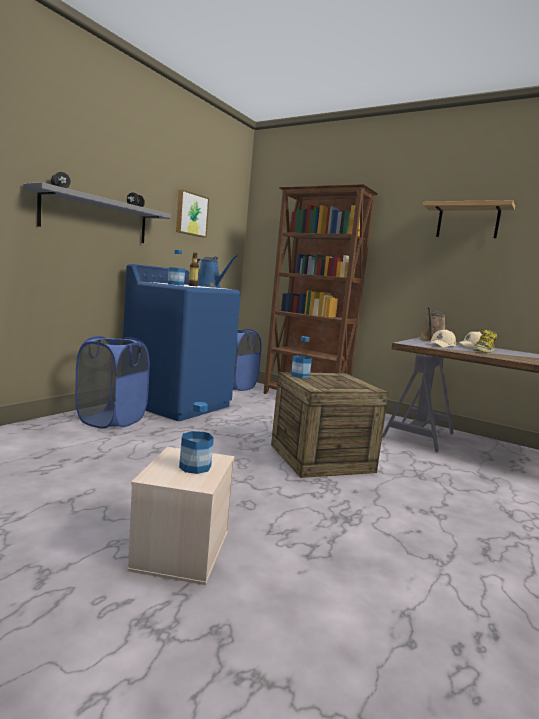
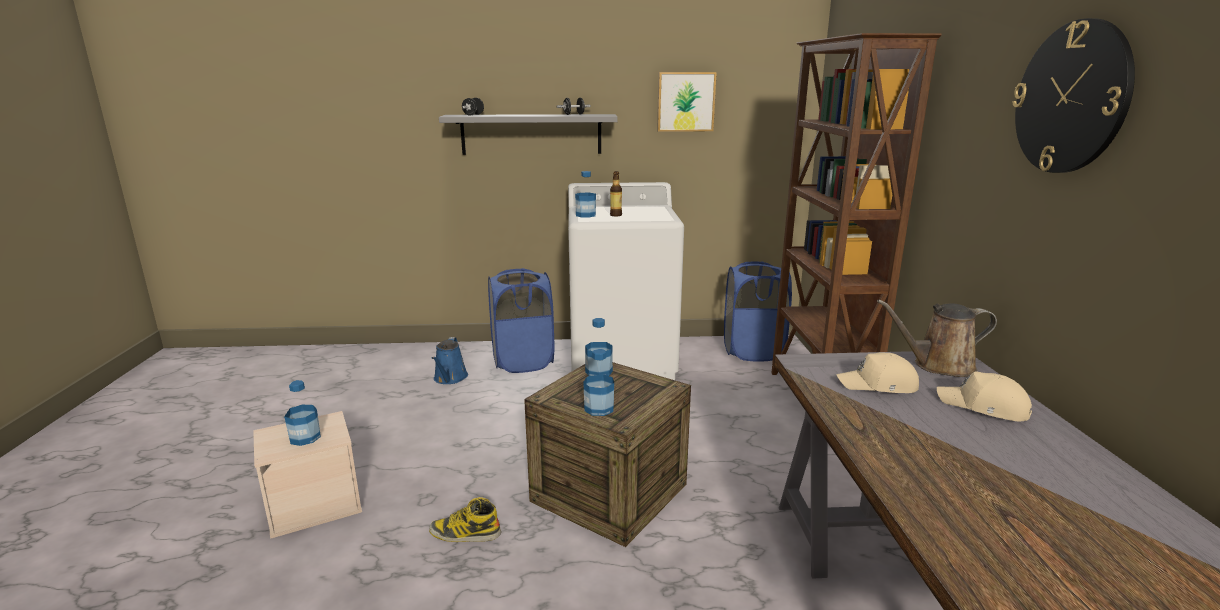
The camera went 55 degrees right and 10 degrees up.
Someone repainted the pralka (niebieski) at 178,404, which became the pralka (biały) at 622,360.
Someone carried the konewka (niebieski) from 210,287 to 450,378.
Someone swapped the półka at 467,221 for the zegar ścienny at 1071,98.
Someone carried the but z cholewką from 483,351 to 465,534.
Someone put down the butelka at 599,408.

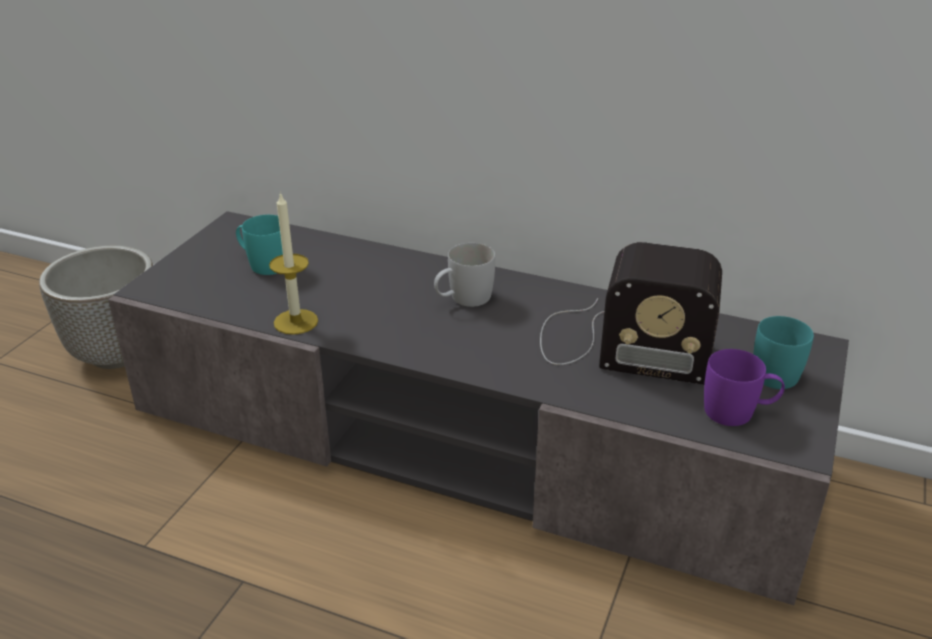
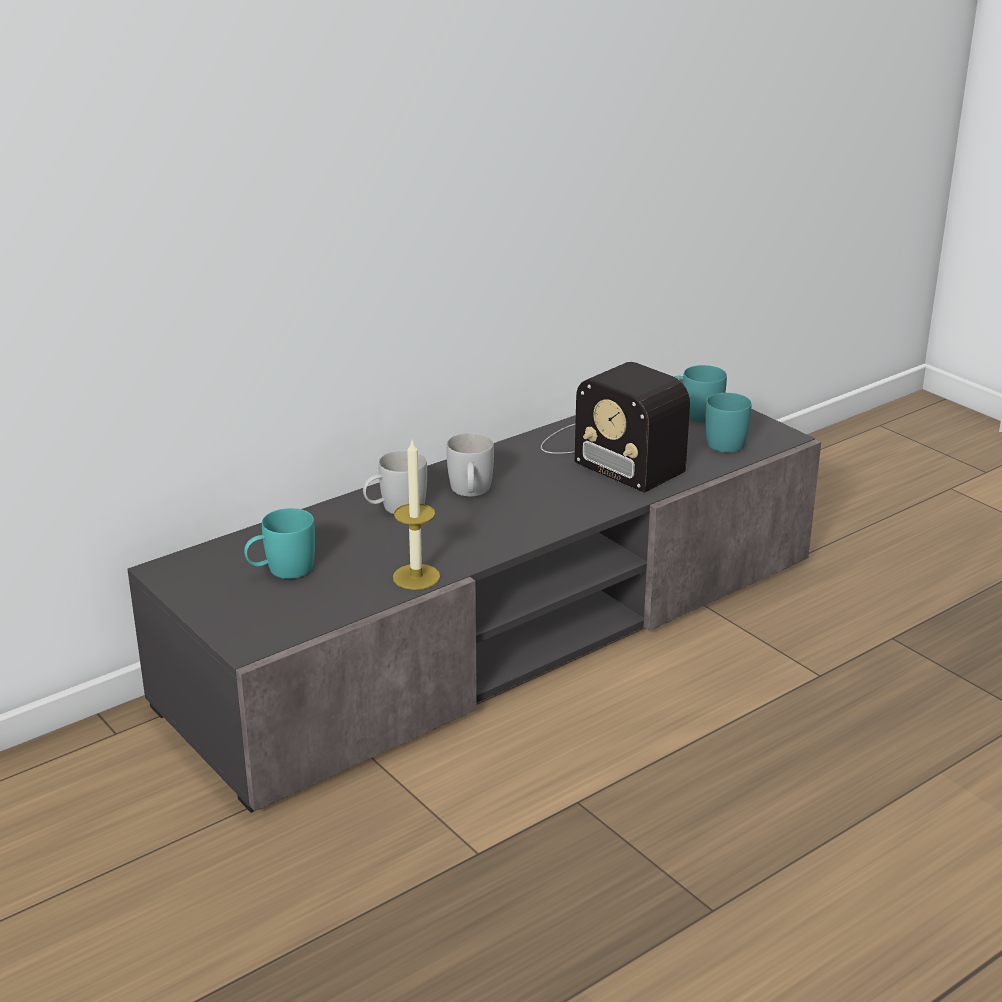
The camera went 60 degrees left and 5 degrees down.
Someone took away the donica at 117,354.
Someone rotated the radio at 617,346 by 90 degrees clockwise.
Someone repainted the kubek (fioletowy) at 738,412, which became the kubek (turkusowy) at 729,441.
Someone put down the kubek (biały) at 395,508.

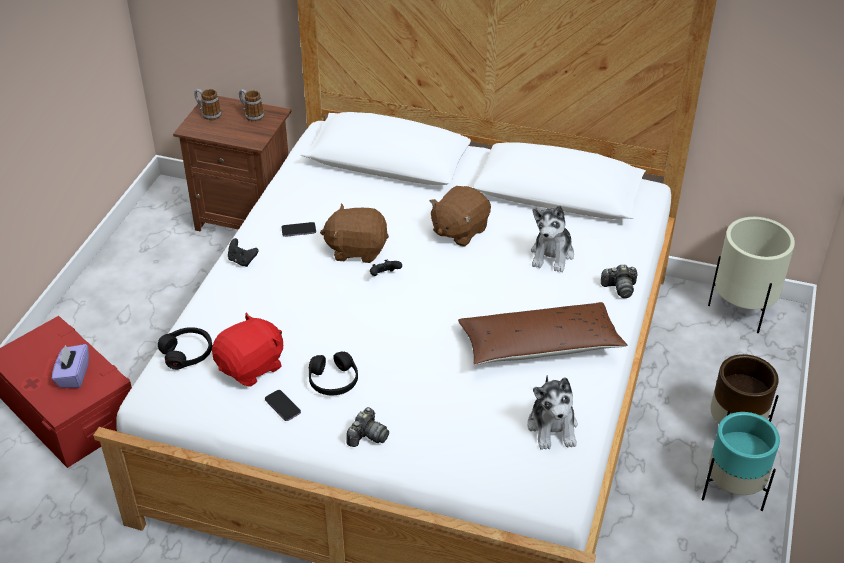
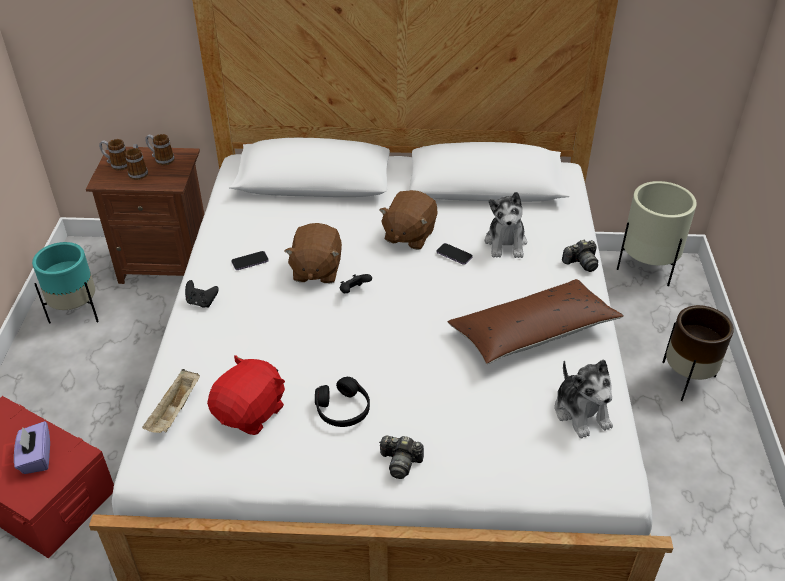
The camera went 15 degrees left and 0 degrees up.
Someone swapped the słuchawki (czarny) at 187,353 for the taca (beżowy) at 175,411.
Someone carried the telefon from 282,406 to 454,255.
Someone rotated the pluszak (brązowy) at 356,249 by 75 degrees counterclockwise.
Someone rotated the aparat fotograficzny at 367,436 by 90 degrees clockwise.
Someone carried the donica (turkusowy) from 733,491 to 77,312.
Someone put down the kubek at 139,172.

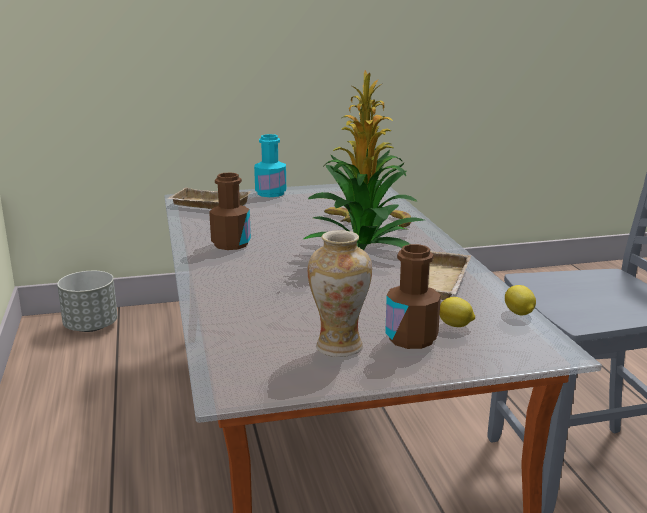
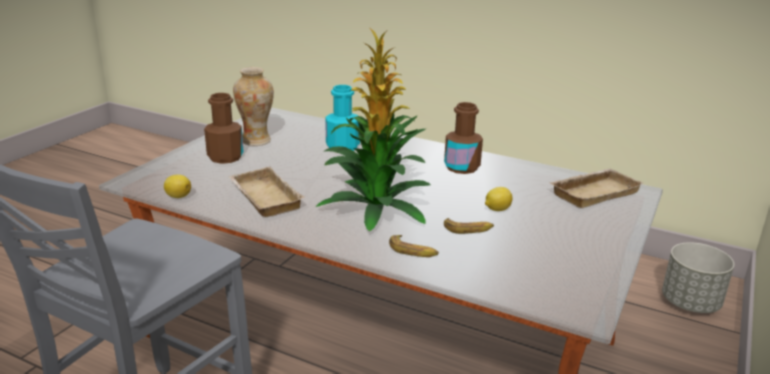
The camera went 130 degrees right and 5 degrees up.
Someone carried the butelka (turkusowy) from 270,193 to 342,146.
Someone carried the cytryna from 456,325 to 497,209.

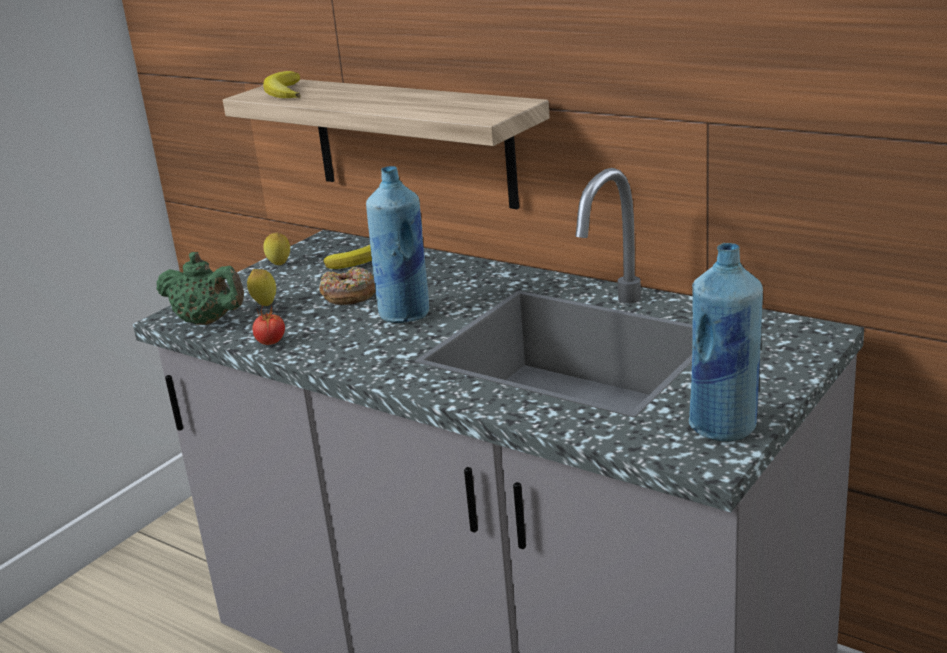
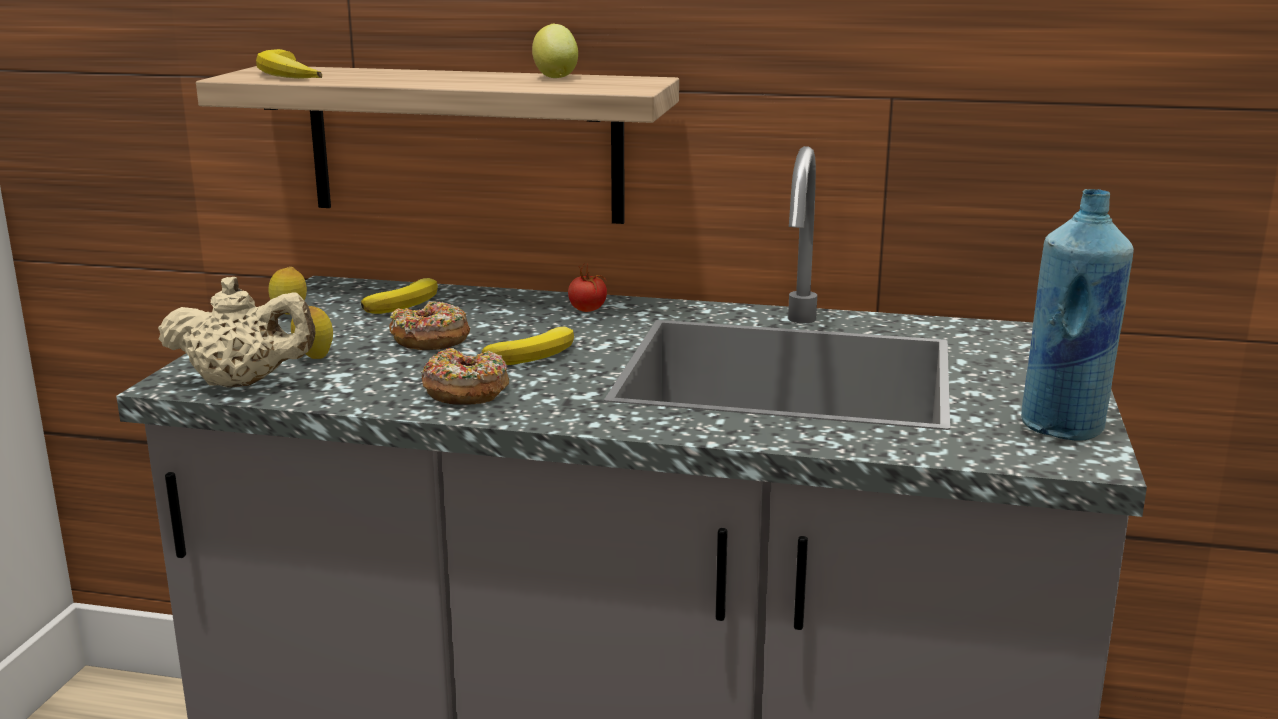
The camera went 25 degrees left and 5 degrees down.
Someone repainted the imbryk (zielony) at 208,322, which became the imbryk (beżowy) at 243,383.
Someone carried the pomidor from 271,342 to 587,310.
Someone swapped the butelka (niebieski) at 405,315 for the banan at 535,354.
Someone put down the donut at 465,391.
Someone put down the cytryna at 555,77.

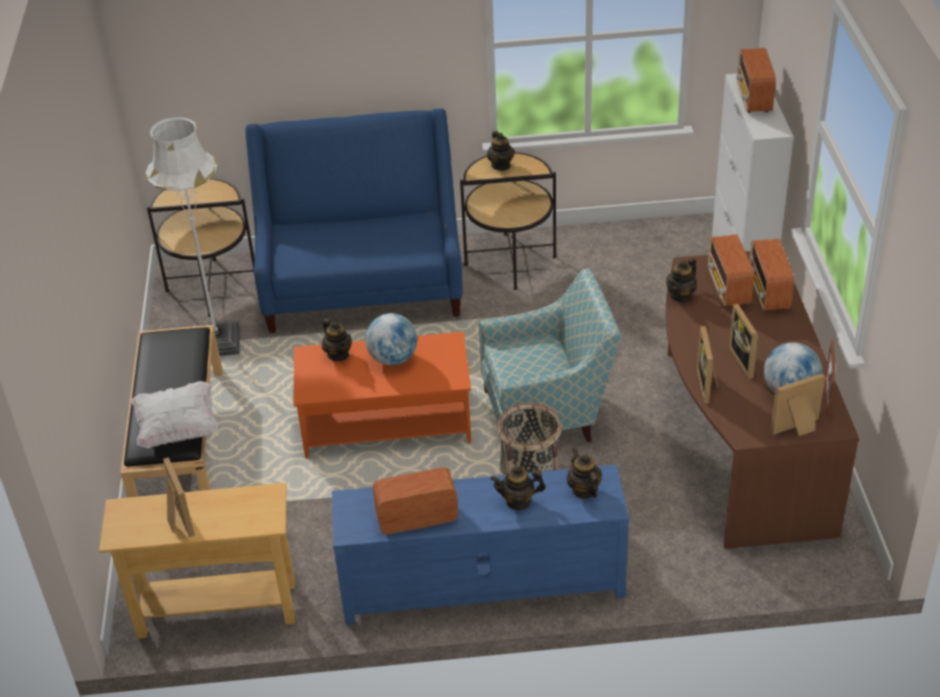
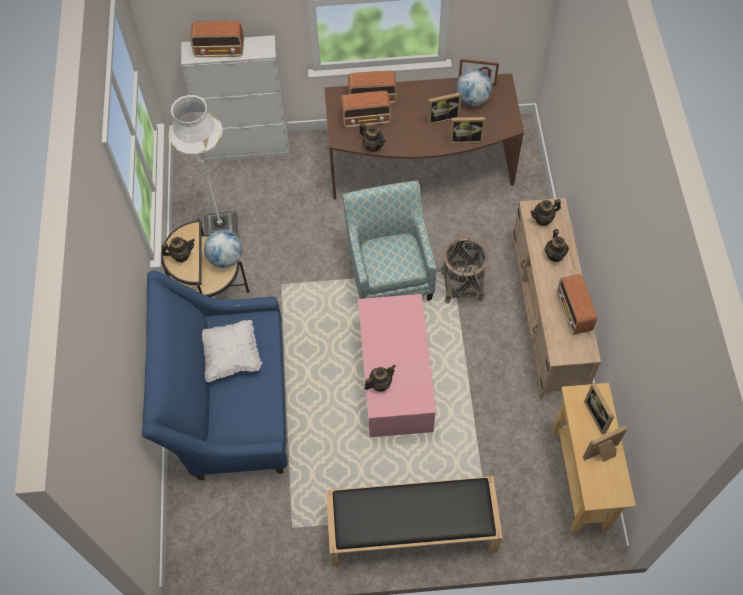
The camera went 90 degrees left and 20 degrees up.
Someone carried the poduszka (biały) from 178,428 to 230,356.
Someone carried the lampa stojąca (biały) from 217,342 to 221,228.
Someone took away the stolik at 212,287.
Someone repainted the ława (pomarańczowy) at 387,422, which became the ława (różowy) at 395,377.
Someone repainted the szafka pod telewizor (niebieski) at 481,583, which became the szafka pod telewizor (beżowy) at 547,315.
Someone carried the globus from 393,358 to 226,258.
Someone carried the ramka na zdjęcie from 797,429 to 598,415.

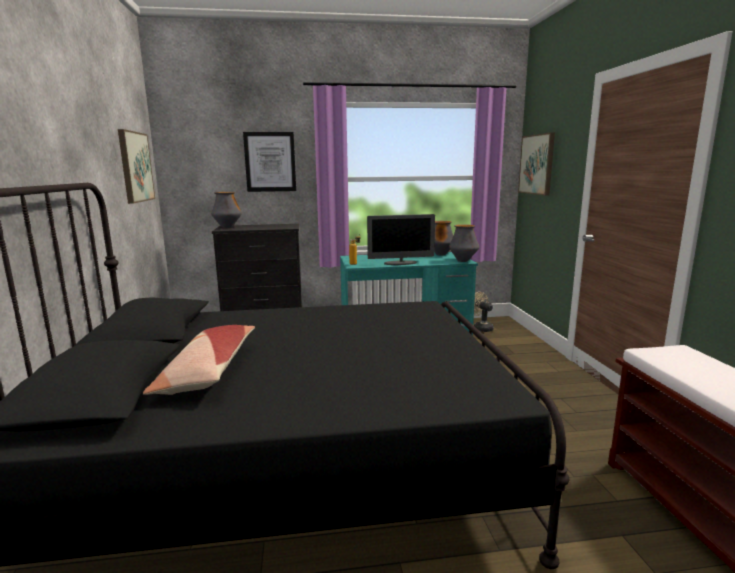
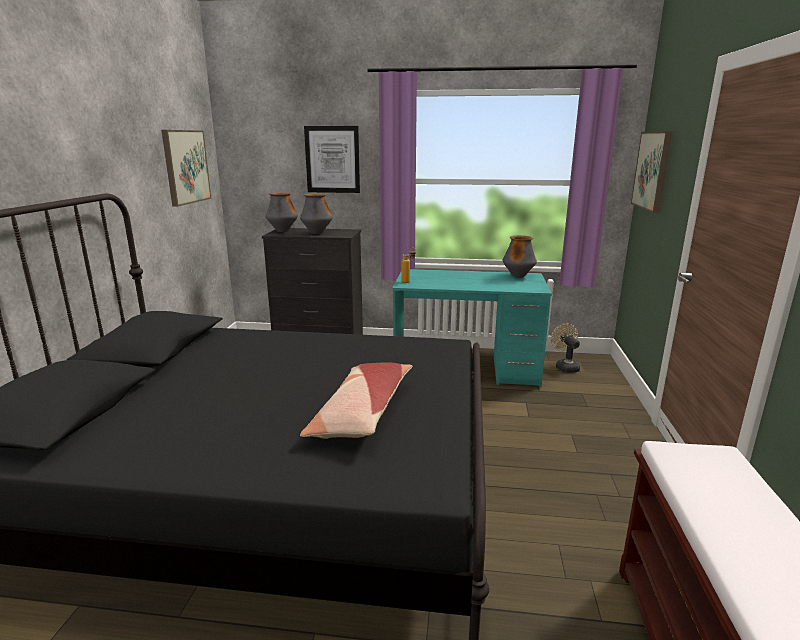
The camera went 15 degrees right and 5 degrees up.
Someone carried the poduszka from 207,371 to 362,412.
Someone took away the monitor at 400,263.
Someone carried the wazon from 463,261 to 317,233.

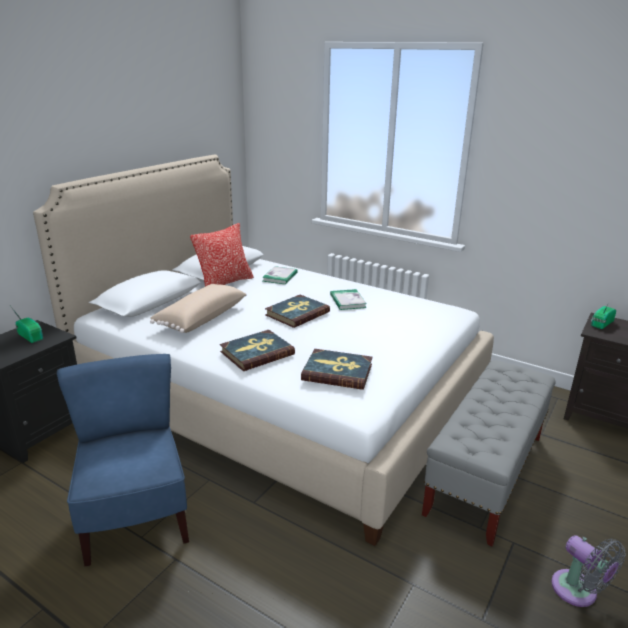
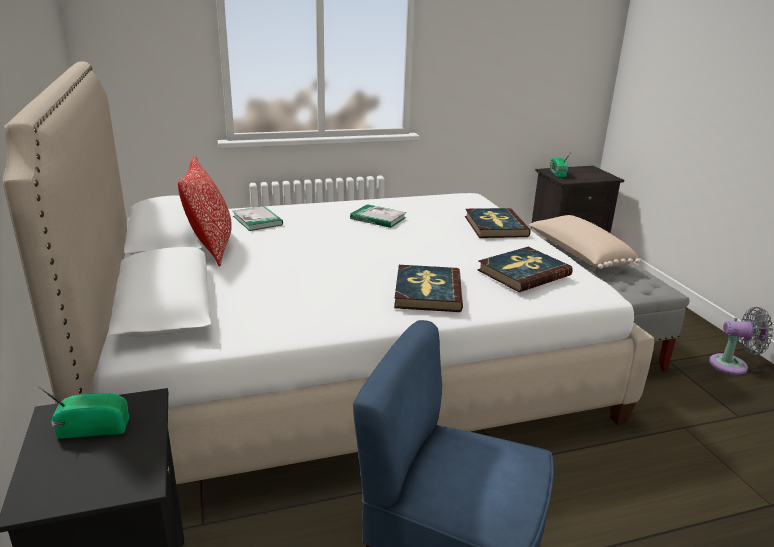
The camera went 50 degrees left and 0 degrees up.
Someone carried the poduszka (beżowy) from 200,318 to 578,255.
Someone carried the książka from 297,313 to 495,226.

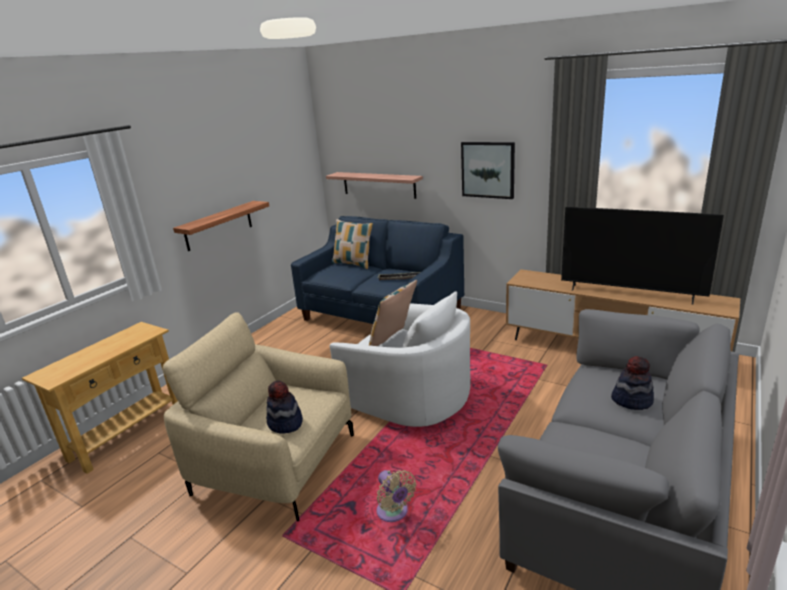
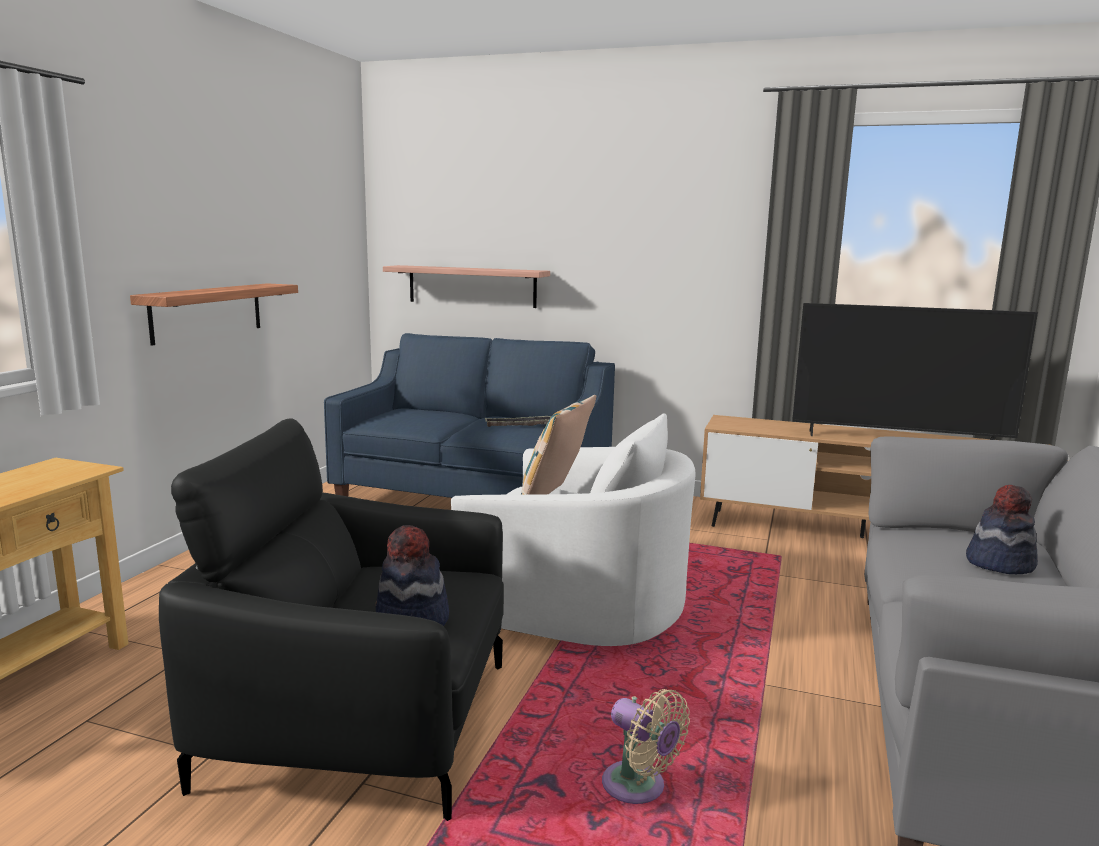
The camera went 15 degrees left and 10 degrees down.
Someone repainted the fotel (beżowy) at 277,463, which became the fotel (czarny) at 364,722.
Someone took away the poduszka at 353,264.
Someone took away the obraz at 488,169.

